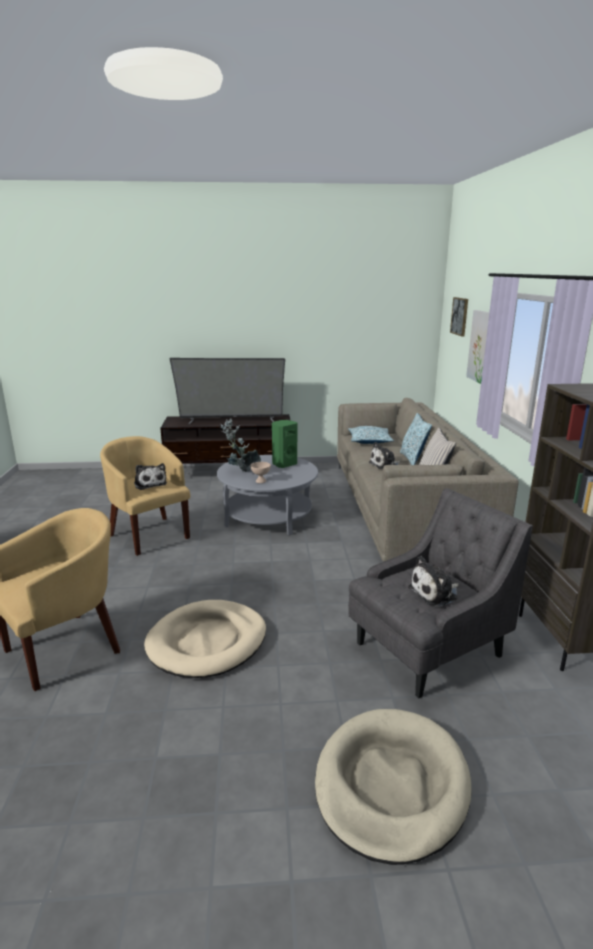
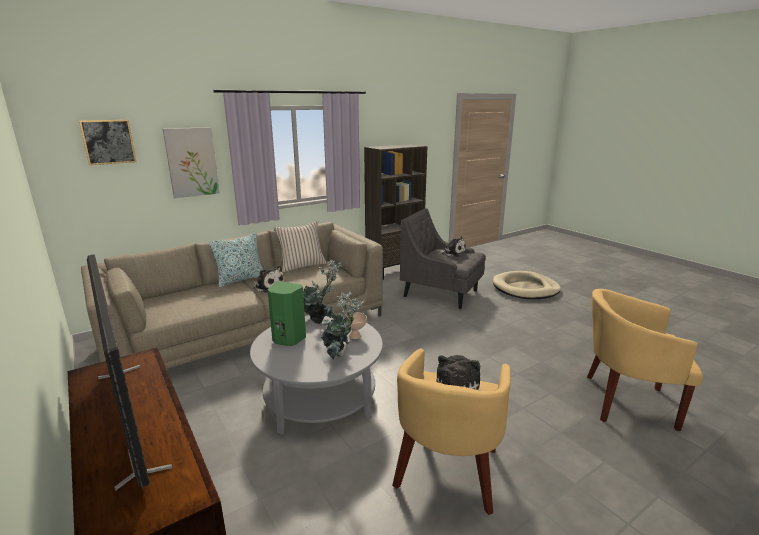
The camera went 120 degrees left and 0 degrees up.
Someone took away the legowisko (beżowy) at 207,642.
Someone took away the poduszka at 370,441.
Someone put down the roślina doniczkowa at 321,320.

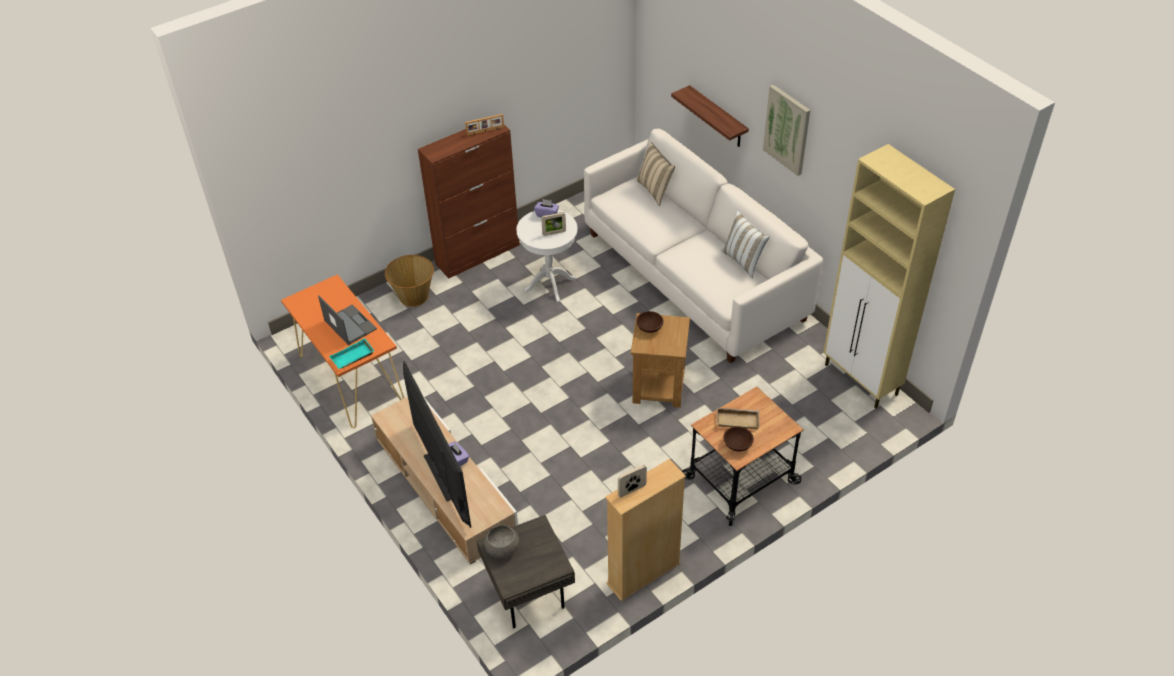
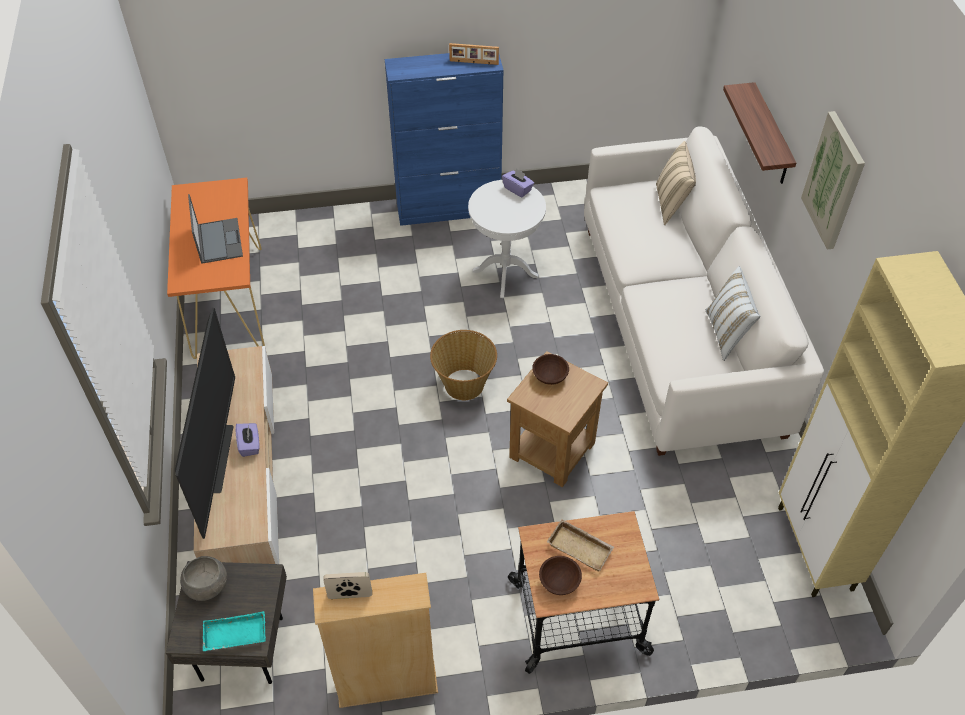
The camera went 25 degrees right and 5 degrees up.
Someone carried the taca (turkusowy) from 352,358 to 234,636.
Someone carried the koszyk from 413,296 to 464,384.
Someone repainted the szafka (brązowy) at 478,254, which became the szafka (niebieski) at 449,209.
Someone took away the ramka na zdjęcie at 554,233.

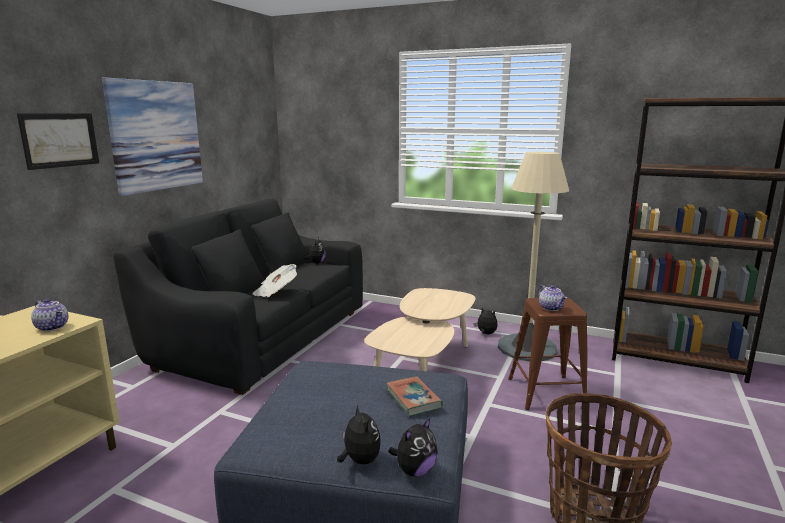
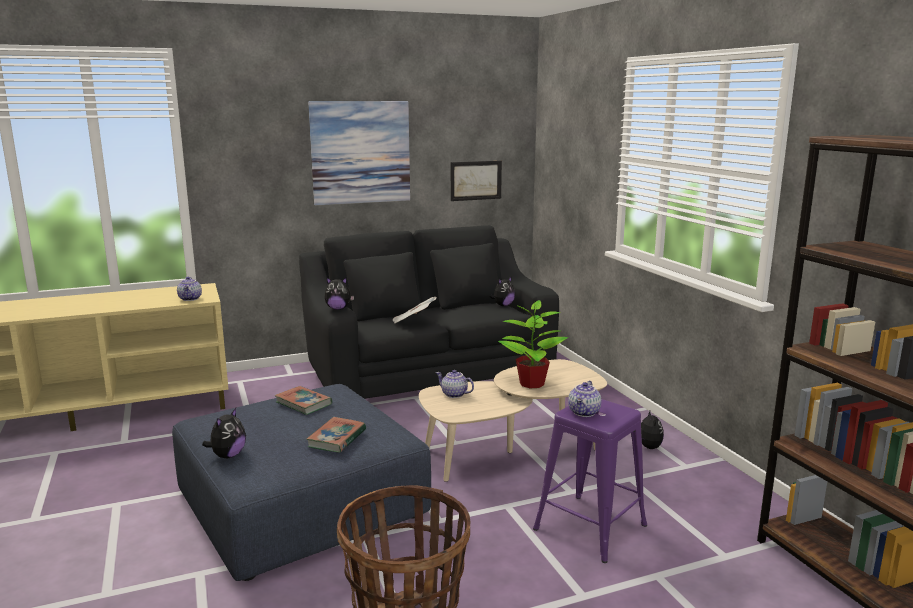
The camera went 45 degrees right and 0 degrees up.
Someone carried the obraz from 60,140 to 476,180.
Someone carried the pluszak from 414,470 to 338,309.
Someone took away the lampa stojąca (beżowy) at 527,348.
Someone repainted the stołek (brązowy) at 546,392, which became the stołek (fioletowy) at 590,527.
Someone put down the książka at 303,403.
Someone put down the imbryk at 453,394.
Someone put down the roślina doniczkowa at 531,384.

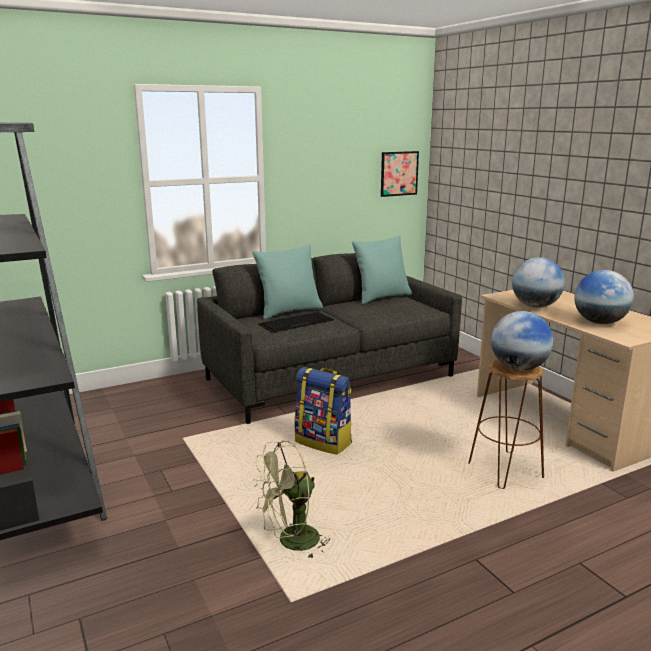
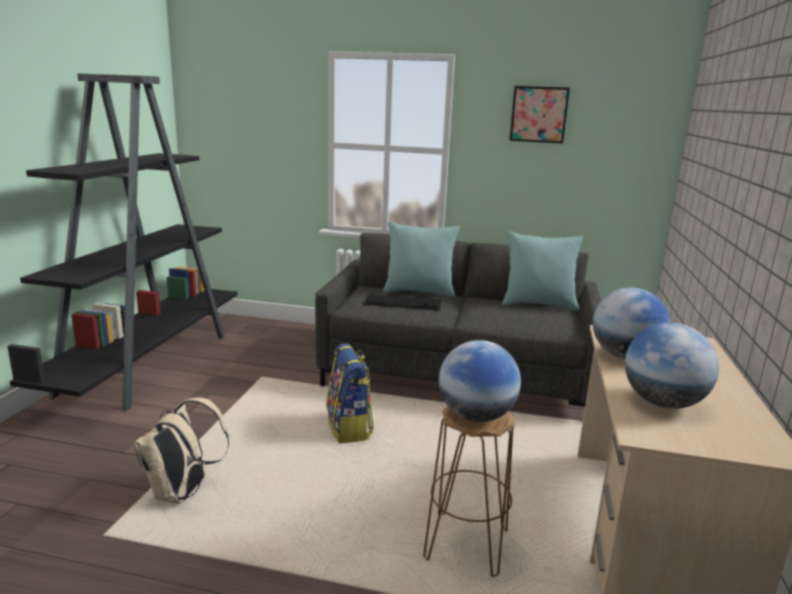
The camera went 40 degrees right and 0 degrees up.
Someone swapped the wentylator (zielony) at 291,543 for the plecak (beżowy) at 183,493.
Someone carried the obraz from 399,173 to 538,114.

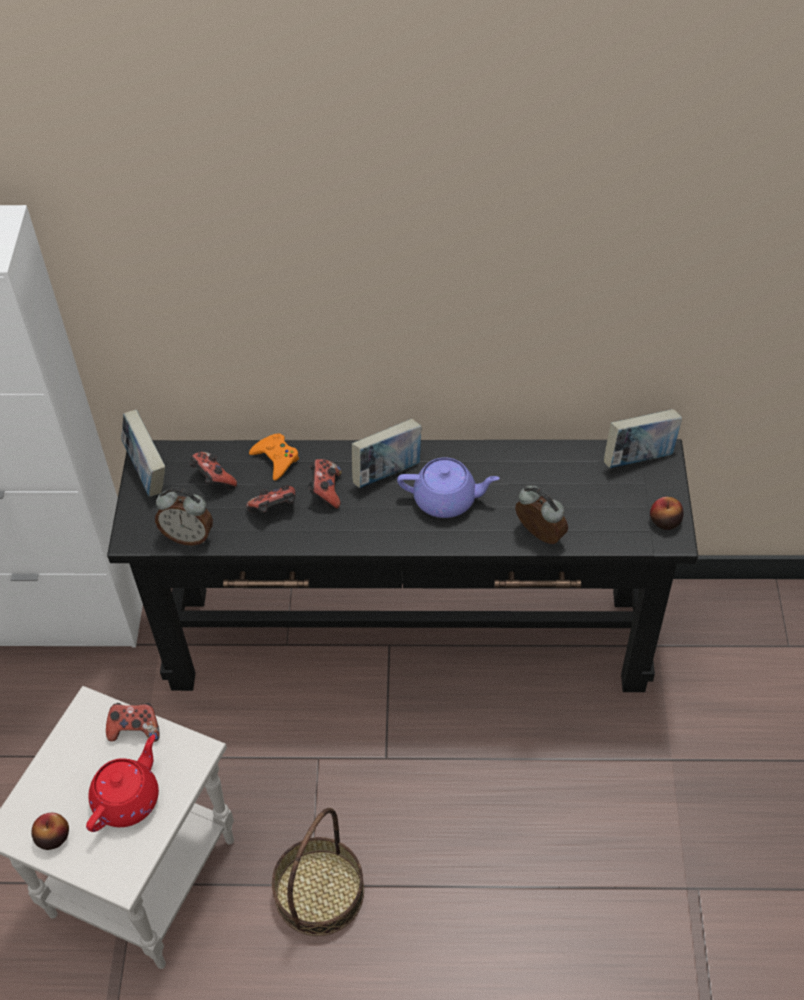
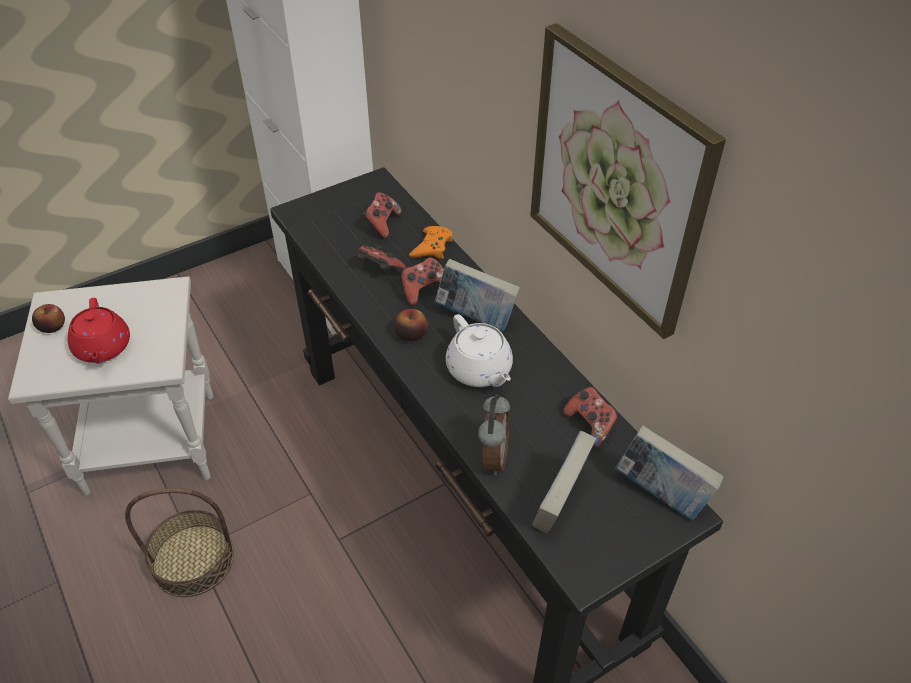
The camera went 55 degrees right and 5 degrees down.
Someone rotated the imbryk (czerwony) at 128,798 by 75 degrees clockwise.
Someone carried the pad do gier from 135,729 to 591,425.
Someone carried the książka from 148,472 to 560,503.
Someone took away the budzik at 188,536.
Someone repainted the imbryk (fioletowy) at 447,499, which became the imbryk (biały) at 479,370.
Someone carried the jabłko from 665,521 to 411,333.
Someone put up the obraz at 616,181.

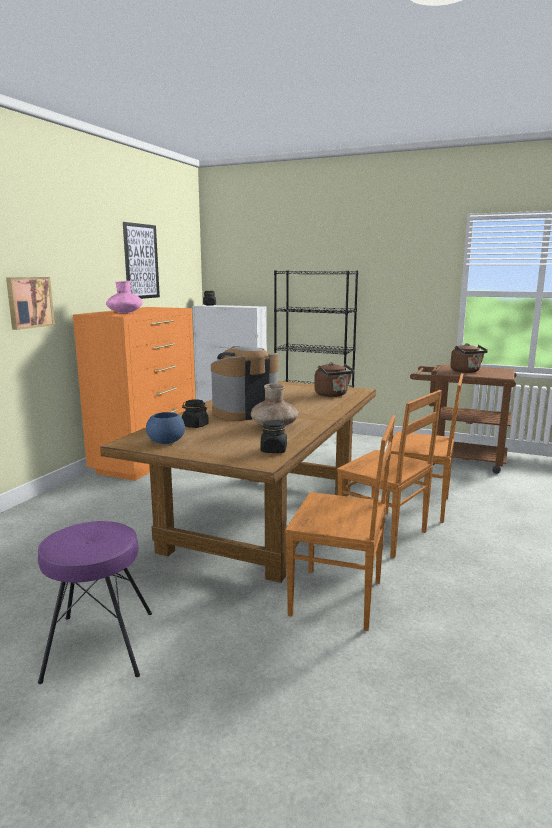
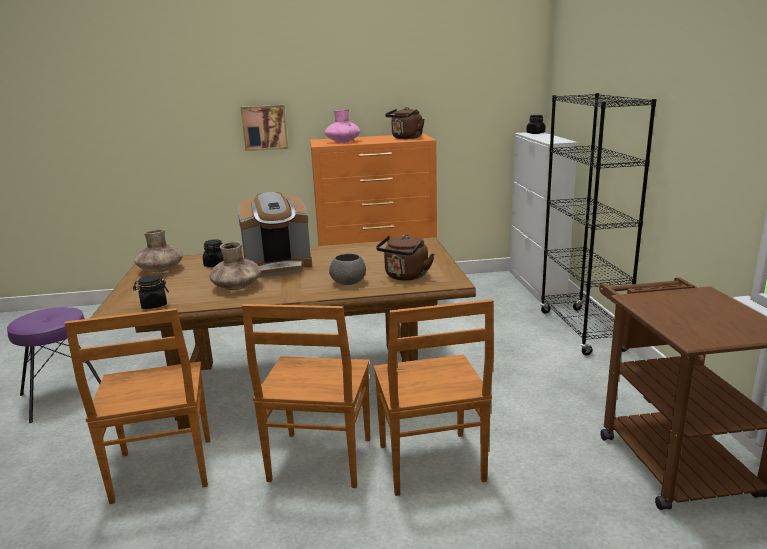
The camera went 60 degrees right and 5 degrees up.
Someone took away the obraz at 141,261.
Someone swapped the miska (niebieski) at 167,441 for the wazon (brązowy) at 160,270.
Someone rotated the ekspres do kawy at 244,413 by 135 degrees clockwise.
Someone carried the czajnik (brązowy) from 466,371 to 406,138.
Someone put down the miska (szary) at 348,282.

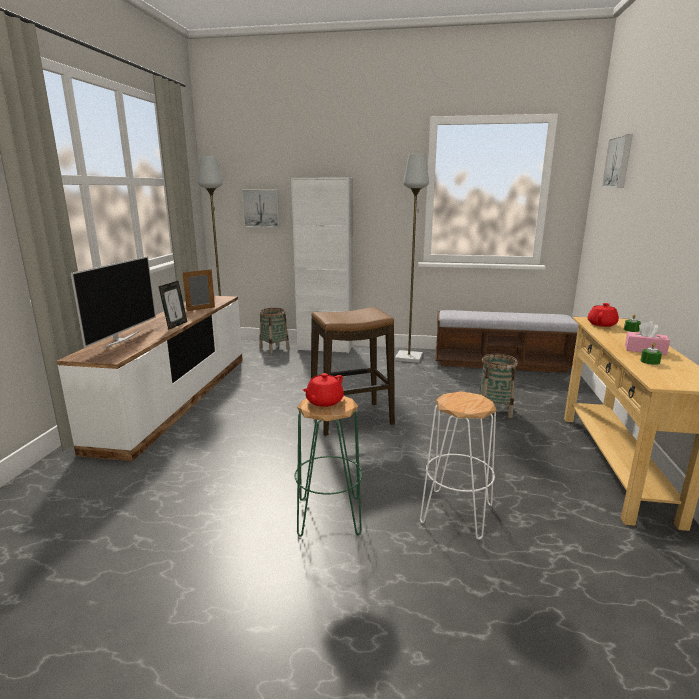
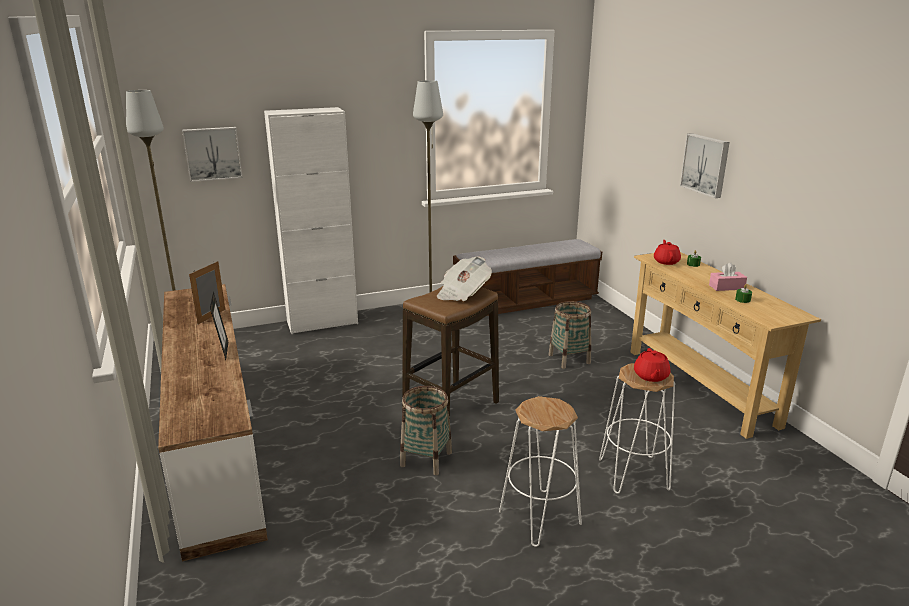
The camera went 30 degrees left and 5 degrees up.
Someone took away the telewizor at 120,339.
Someone carried the koszyk from 274,348 to 426,459.
Someone repainted the stołek (zielony) at 329,516, which became the stołek (biały) at 540,518.
Someone carried the imbryk (czerwony) from 323,402 to 651,376.
Someone carried the obraz from 619,162 to 706,164.
Someone put down the gazeta at 462,293.

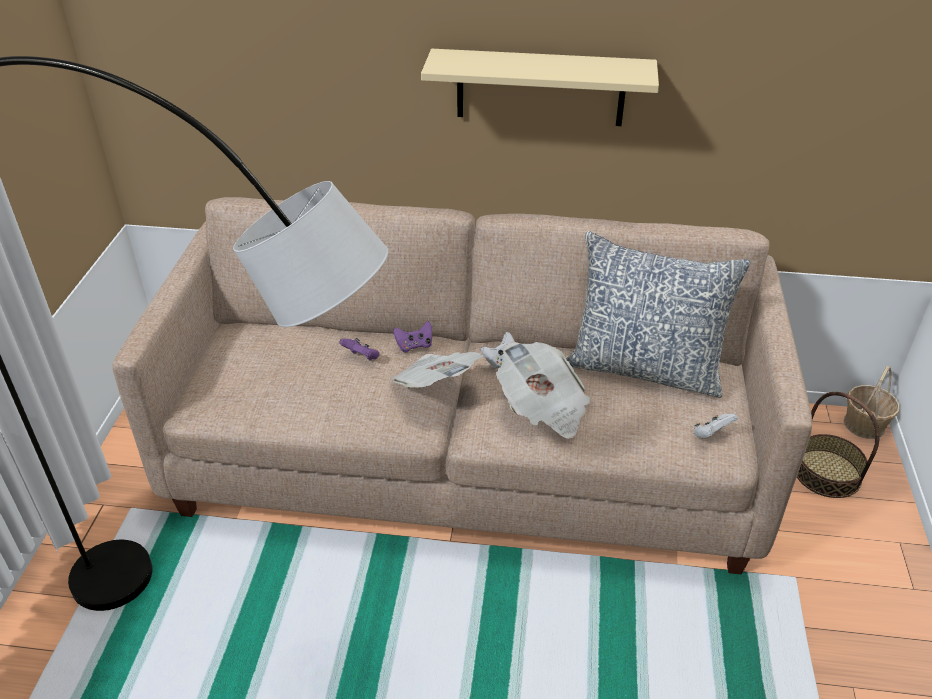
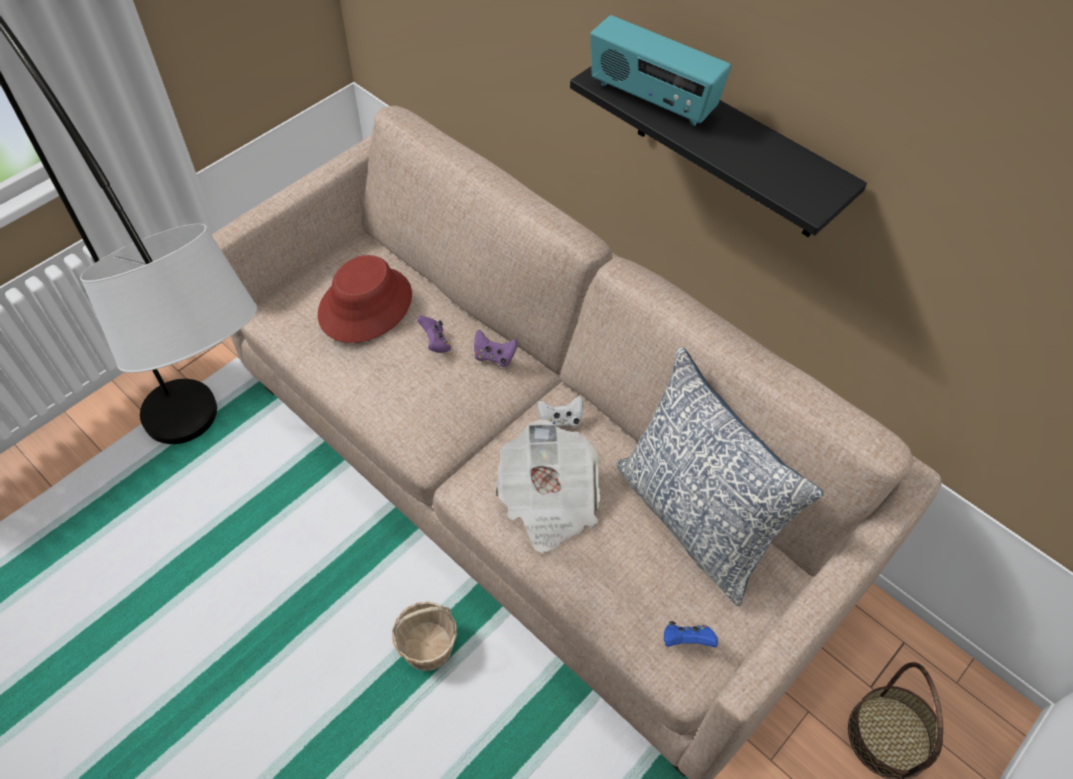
The camera went 35 degrees right and 15 degrees up.
Someone took away the gazeta at 436,386.
Someone repainted the półka (beżowy) at 540,87, which became the półka (czarny) at 729,146.
Someone repainted the pad do gier (biały) at 711,434, which became the pad do gier (niebieski) at 686,641.
Someone carried the koszyk from 864,424 to 427,646.
Someone put down the kapelusz (czerwony) at 365,305.
Someone put down the radio at 652,100.

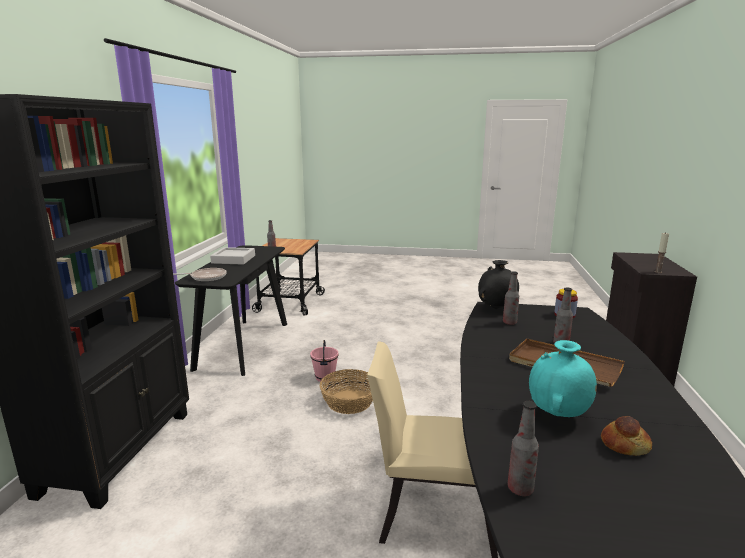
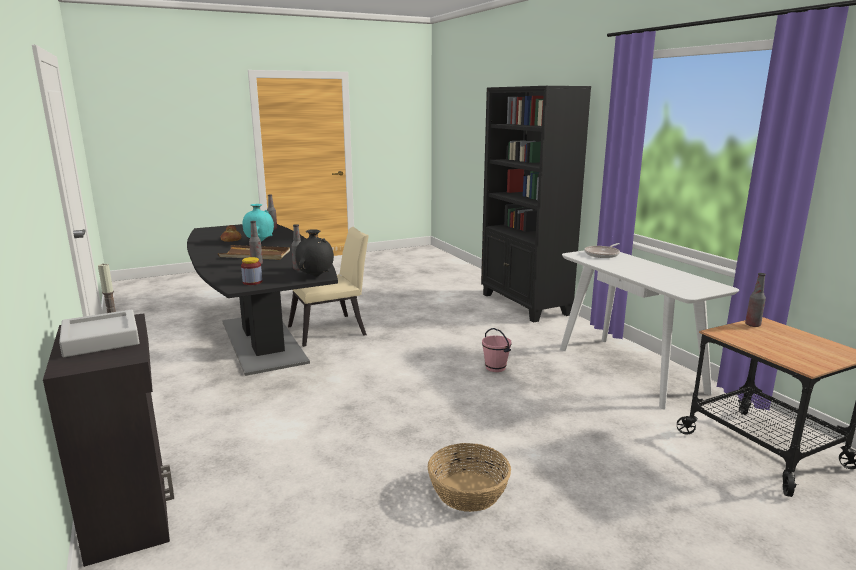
The camera went 145 degrees right and 0 degrees up.
Someone repainted the stolik konsolowy (czarny) at 243,345, which became the stolik konsolowy (biały) at 630,370.
Someone carried the taca (szary) from 233,259 to 101,339.
Someone carried the koszyk from 349,402 to 468,491.

